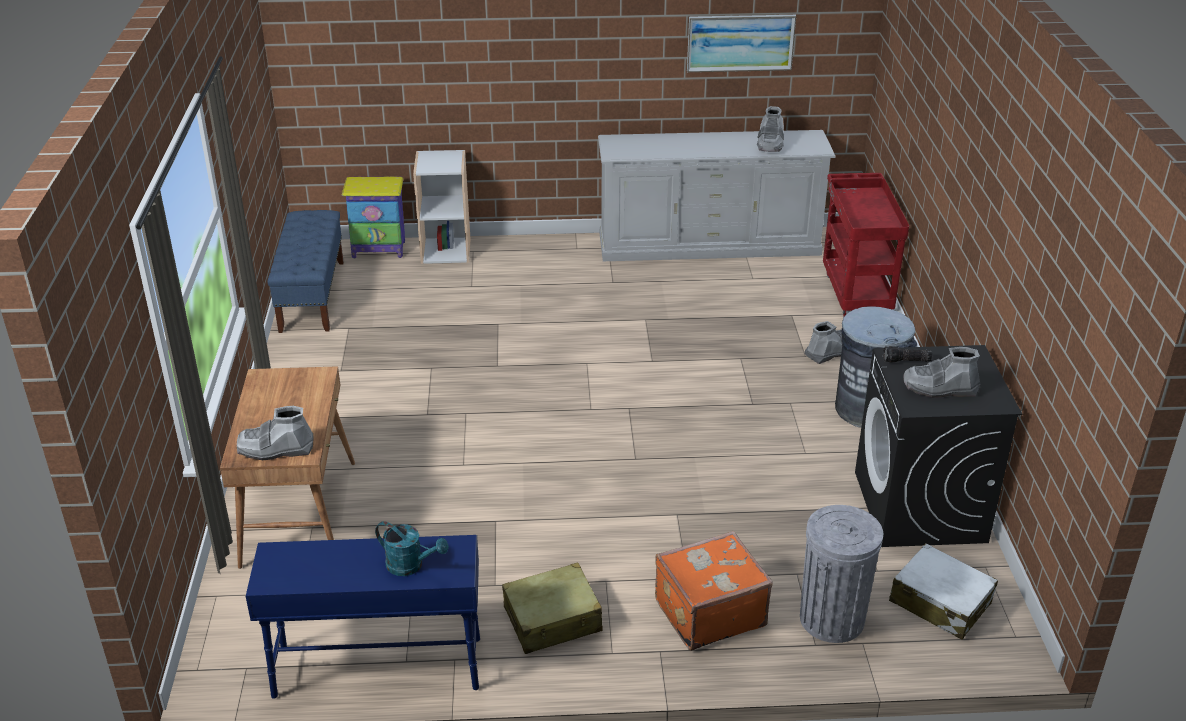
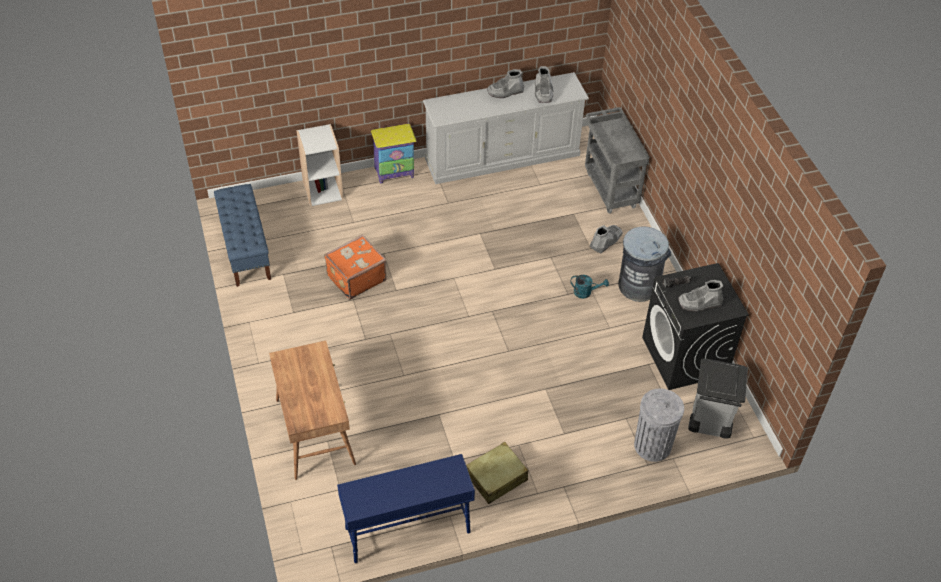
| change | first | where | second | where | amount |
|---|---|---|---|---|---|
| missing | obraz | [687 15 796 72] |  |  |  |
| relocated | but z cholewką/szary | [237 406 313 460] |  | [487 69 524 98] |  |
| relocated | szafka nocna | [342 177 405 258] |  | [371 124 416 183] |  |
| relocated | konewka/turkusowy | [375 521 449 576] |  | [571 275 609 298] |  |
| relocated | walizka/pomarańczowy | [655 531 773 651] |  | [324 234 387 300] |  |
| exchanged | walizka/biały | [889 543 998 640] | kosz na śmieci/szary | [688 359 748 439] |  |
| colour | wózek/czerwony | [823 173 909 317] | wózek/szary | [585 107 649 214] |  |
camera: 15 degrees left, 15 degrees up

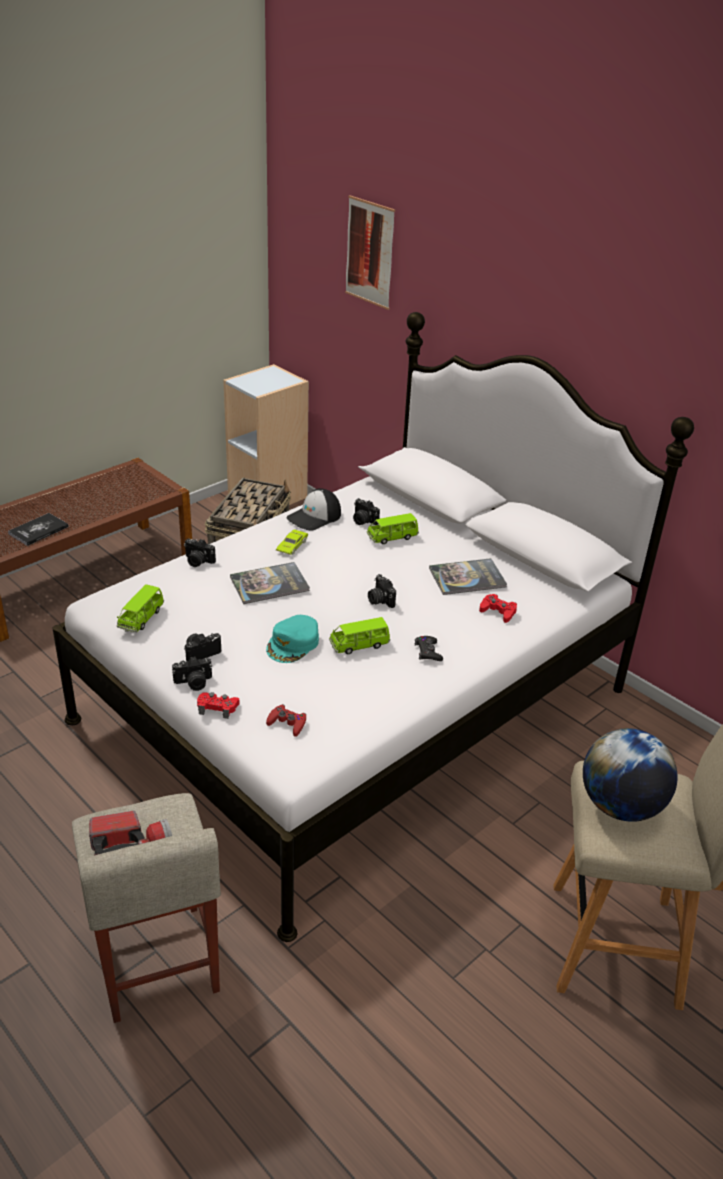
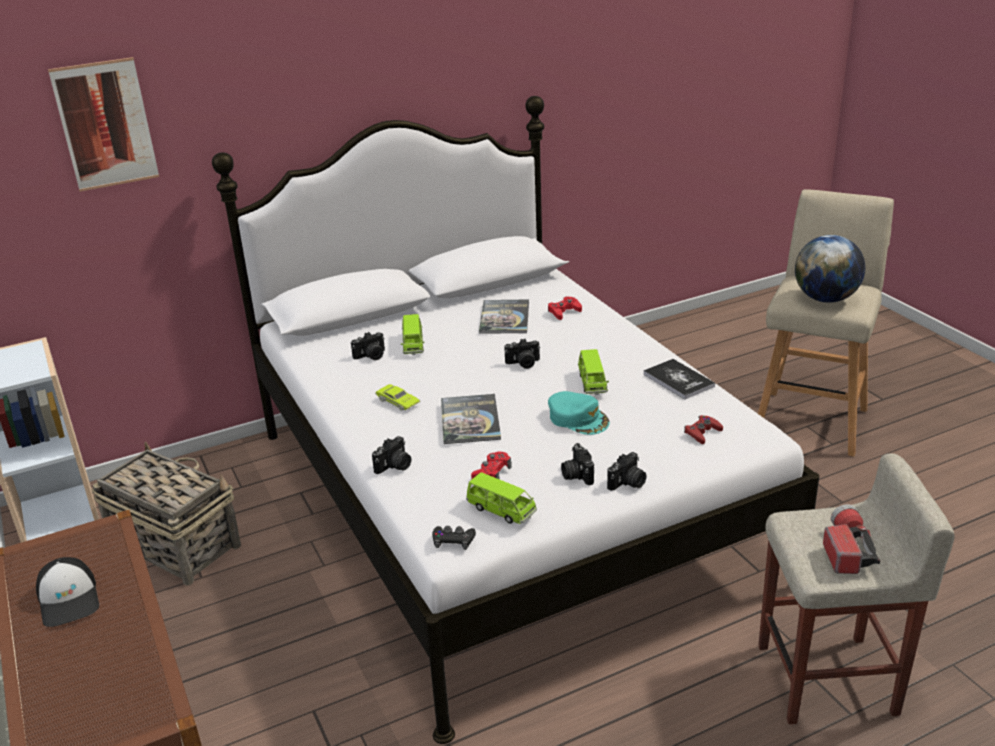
| change | first | where | second | where | amount |
|---|---|---|---|---|---|
| relocated | książka | [8 513 69 546] |  | [643 359 715 400] |  |
| relocated | pad do gier/czerwony | [197 692 240 719] |  | [471 451 512 480] |  |
| relocated | czapka z daszkiem | [287 488 341 531] |  | [36 557 99 627] |  |
| relocated | pad do gier/czarny | [415 636 443 661] |  | [432 526 476 550] |  |
| spun | aparat fotograficzny | [172 656 212 691] |  | [607 452 647 491] | 45 degrees clockwise |
camera: 70 degrees left, 5 degrees down

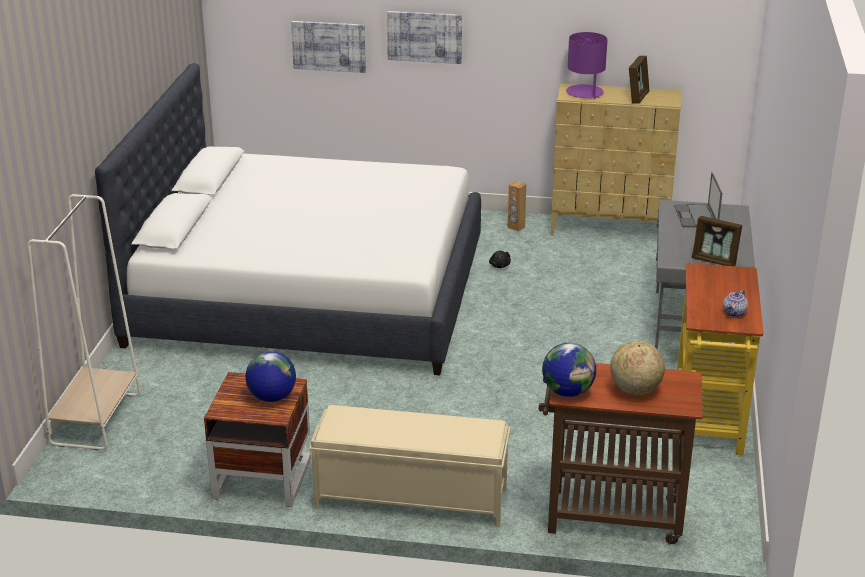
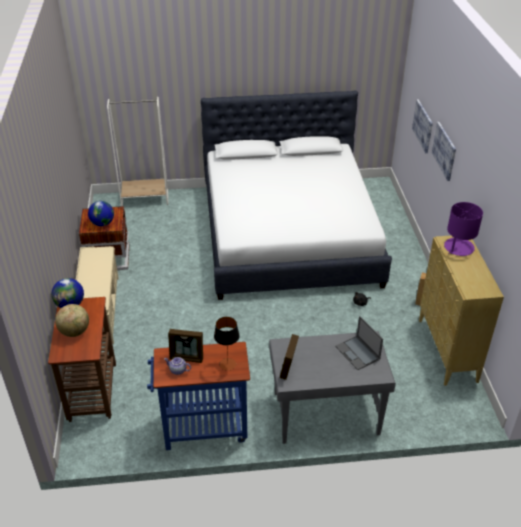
| change | first | where | second | where | amount |
|---|---|---|---|---|---|
| appeared |  |  | lampa stołowa | [214 317 240 371] |  |
| relocated | ramka na zdjęcie | [629 56 649 104] |  | [168 329 203 363] |  |
| colour | wózek/żółty | [677 263 763 455] | wózek/niebieski | [147 342 250 450] |  |
| spun | laptop | [674 172 722 227] |  | [335 316 383 370] | 105 degrees counterclockwise |
camera: 75 degrees right, 10 degrees up

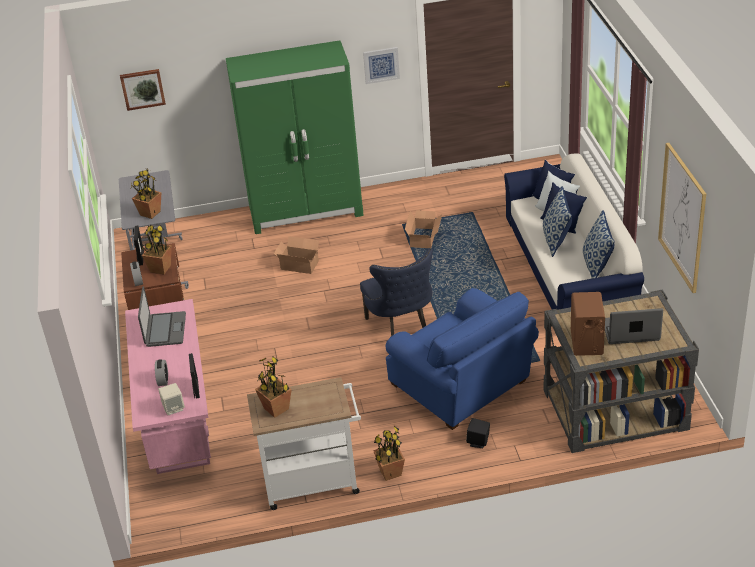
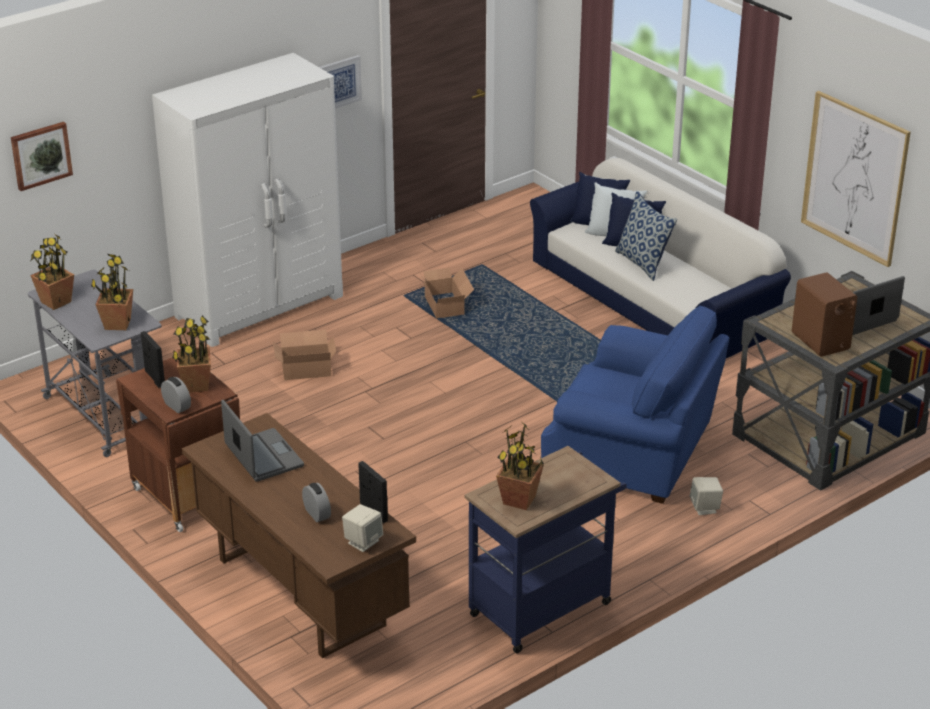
| change | first | where | second | where | amount |
|---|---|---|---|---|---|
| missing | krzesło/niebieski | [360 248 433 336] |  |  |  |
| missing | poduszka | [583 210 615 279] |  |  |  |
| relocated | roślina doniczkowa | [373 426 405 481] |  | [30 233 74 310] |  |
| colour | biurko/różowy | [125 299 211 474] | biurko/brązowy | [182 413 416 659] |  |
| colour | szafka/zielony | [226 40 364 234] | szafka/biały | [152 53 343 347] |  |
| colour | wózek/biały | [247 377 361 510] | wózek/niebieski | [465 446 627 653] |  |
| colour | głośnik/czarny | [466 418 490 448] | głośnik/beżowy | [690 477 723 515] |  |
camera: 30 degrees left, 5 degrees down

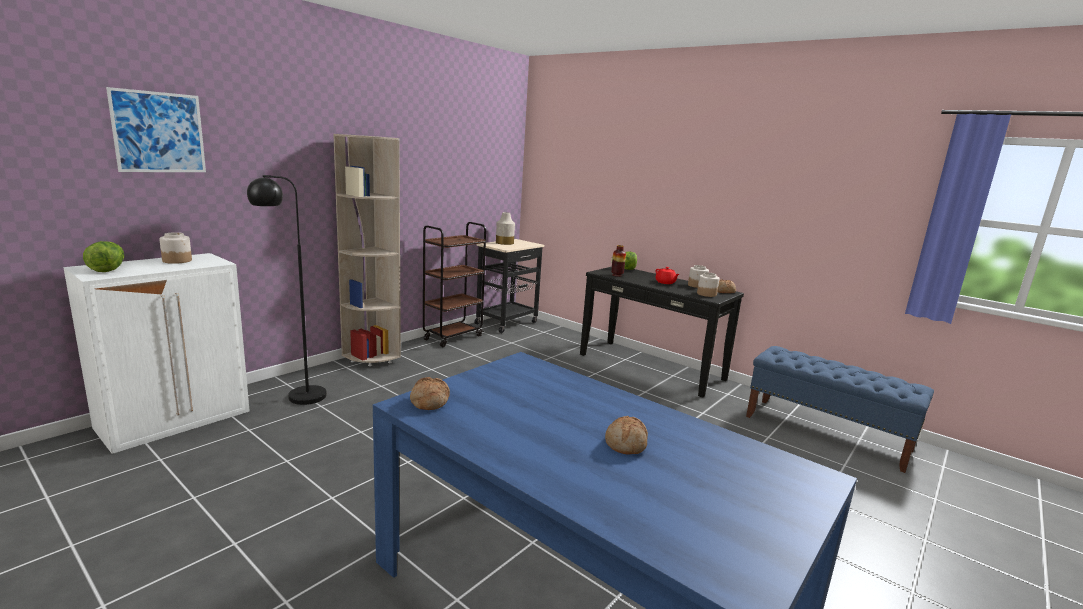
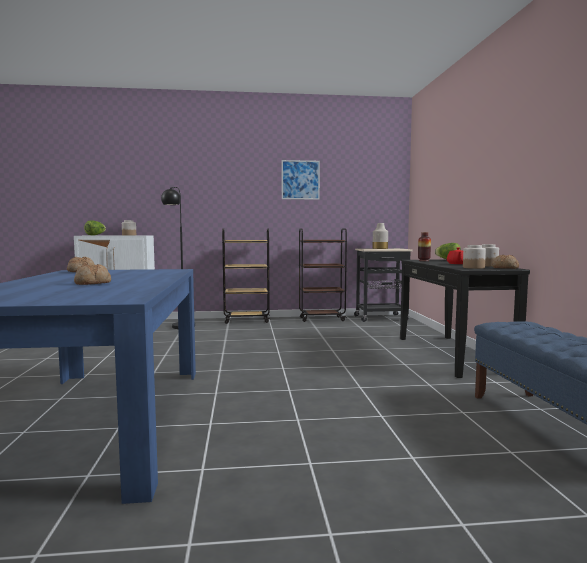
| change | first | where | second | where | amount |
|---|---|---|---|---|---|
| relocated | obraz | [106 87 206 172] |  | [282 160 320 200] |  |
| exchanged | regał/beżowy | [333 134 401 366] | wózek/brązowy | [222 228 270 324] |  |
camera: 45 degrees right, 10 degrees down

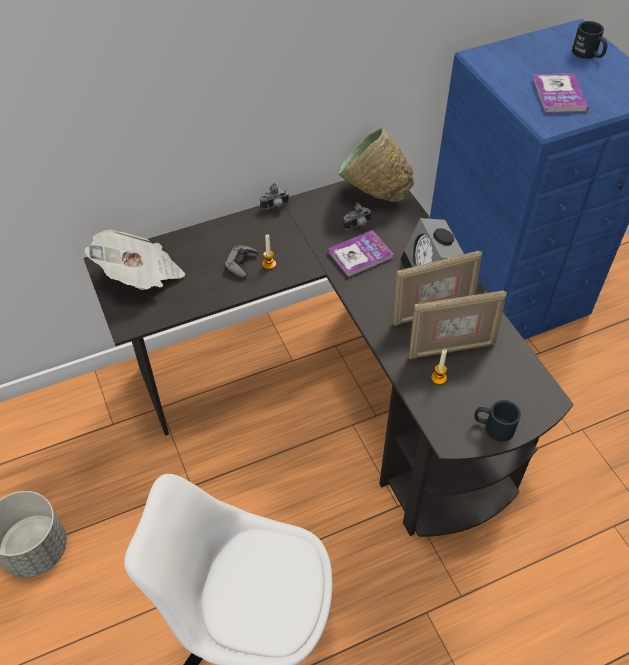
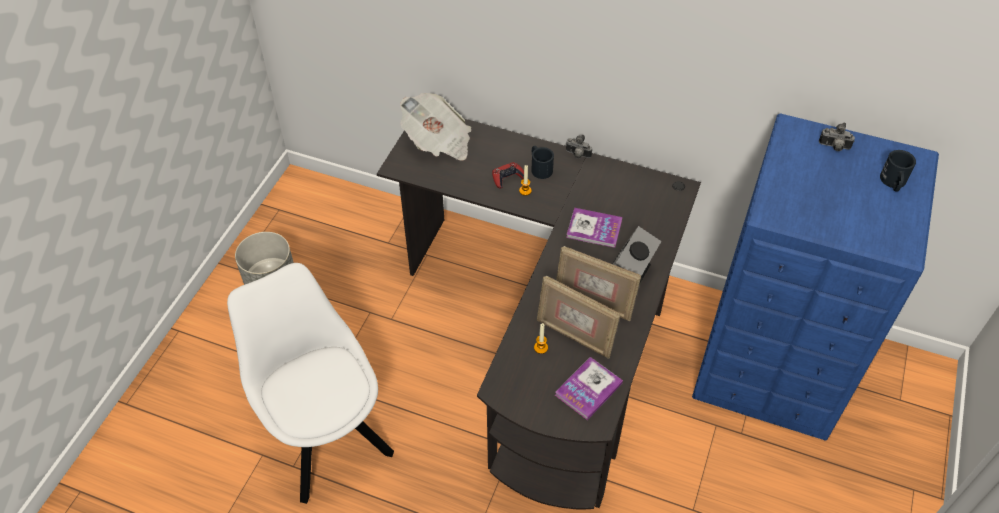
| change | first | where | second | where | amount |
|---|---|---|---|---|---|
| missing | miska/zielony | [338 128 414 202] |  |  |  |
| relocated | aparat fotograficzny | [343 202 371 230] |  | [819 122 855 151] |  |
| relocated | kubek/czarny | [474 400 521 442] |  | [531 146 554 179] |  |
| relocated | książka | [532 73 589 113] |  | [555 357 623 420] |  |
| colour | pad do gier/szary | [225 245 258 278] | pad do gier/czerwony | [492 162 524 189] |  |
camera: 45 degrees right, 0 degrees up

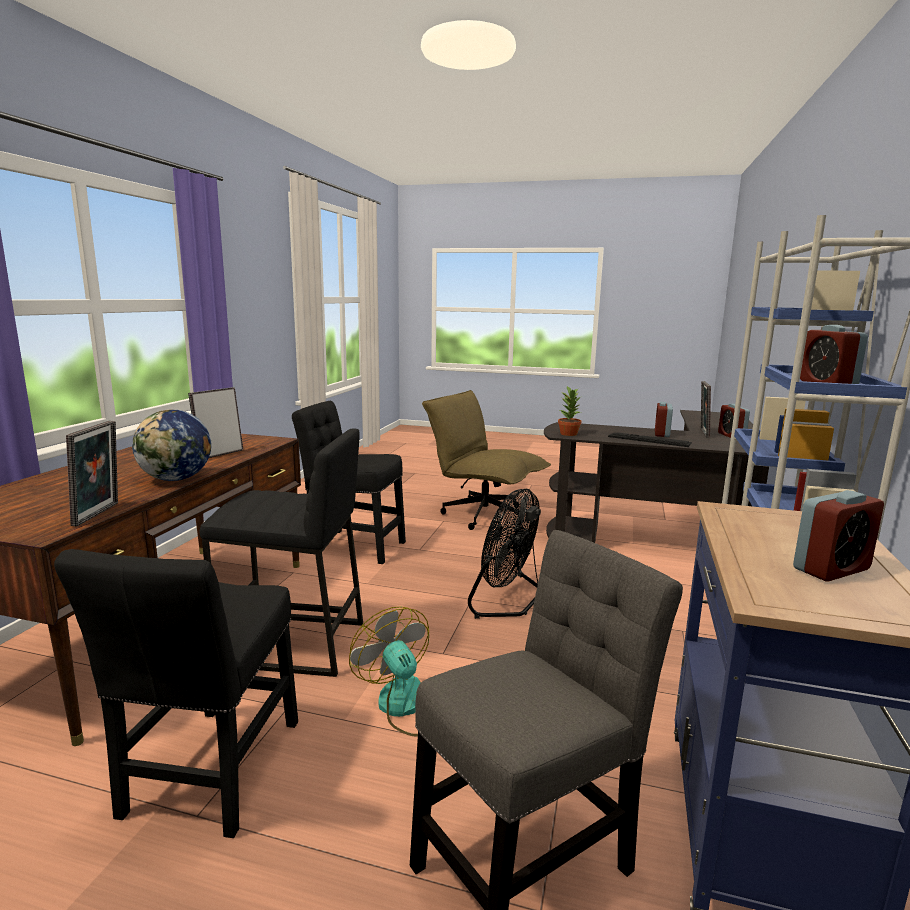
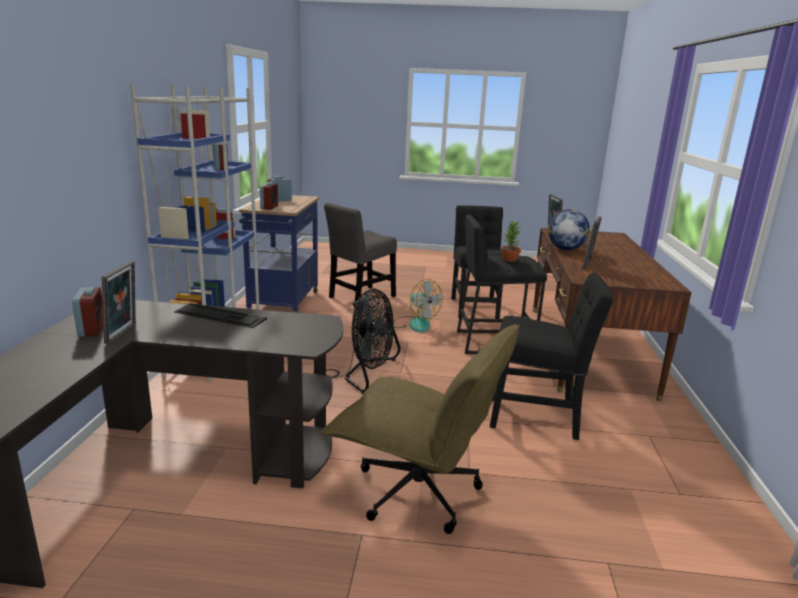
| change | first | where | second | where | amount |
|---|---|---|---|---|---|
| relocated | roślina doniczkowa | [558 386 581 436] |  | [501 220 522 262] |  |
| relocated | budzik | [655 402 673 437] |  | [260 182 278 210] |  |
camera: 170 degrees right, 5 degrees up

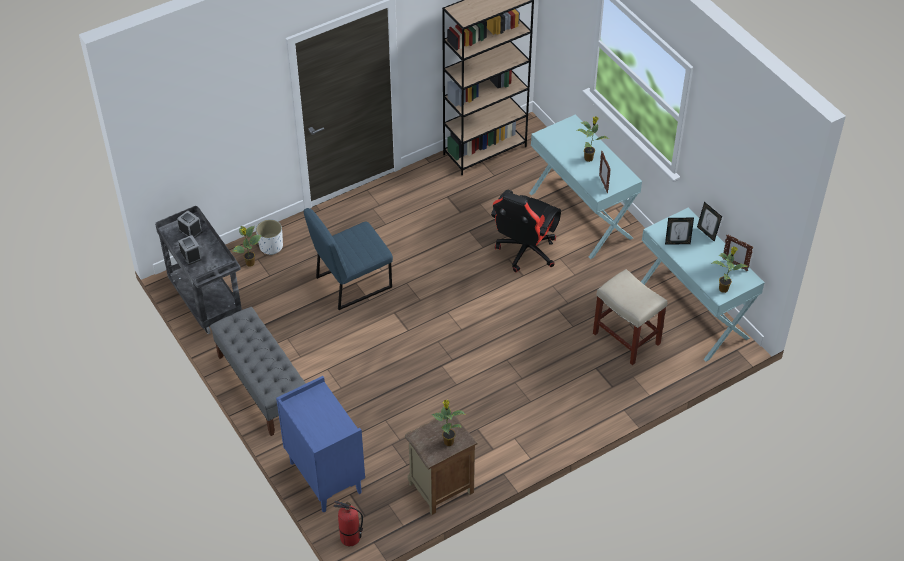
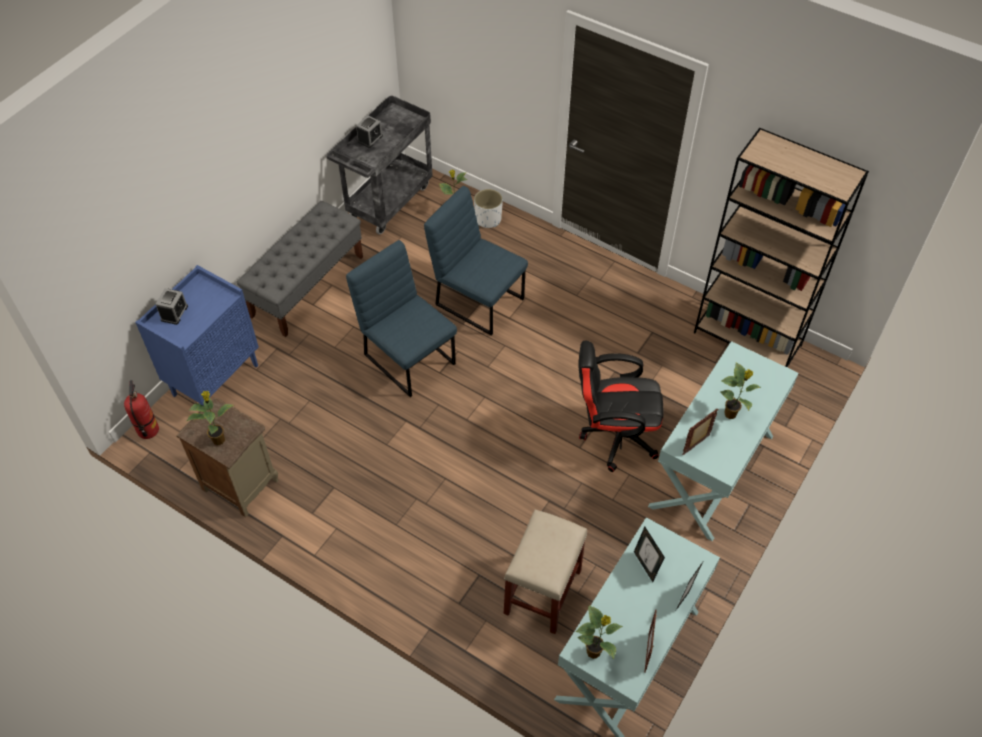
| change | first | where | second | where | amount |
|---|---|---|---|---|---|
| appeared |  |  | krzesło/niebieski | [346 240 457 397] |  |
| relocated | budzik | [177 210 202 239] |  | [155 288 188 325] |  |
camera: 65 degrees right, 5 degrees up

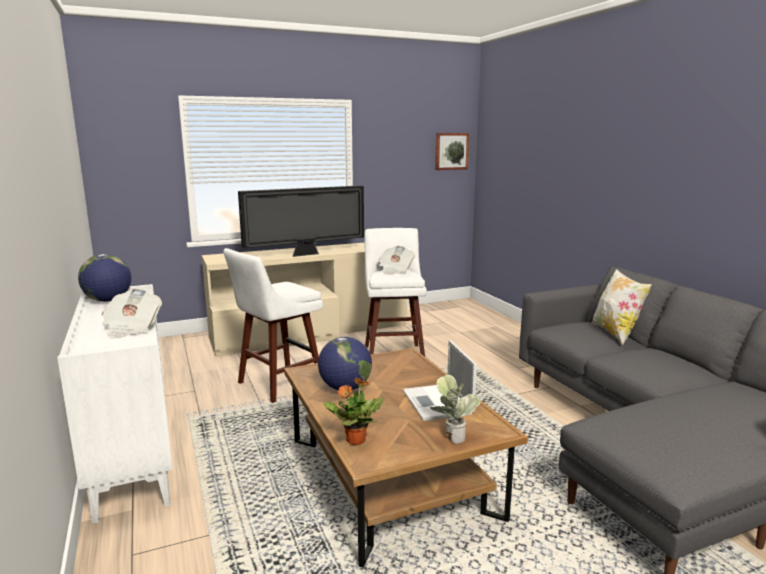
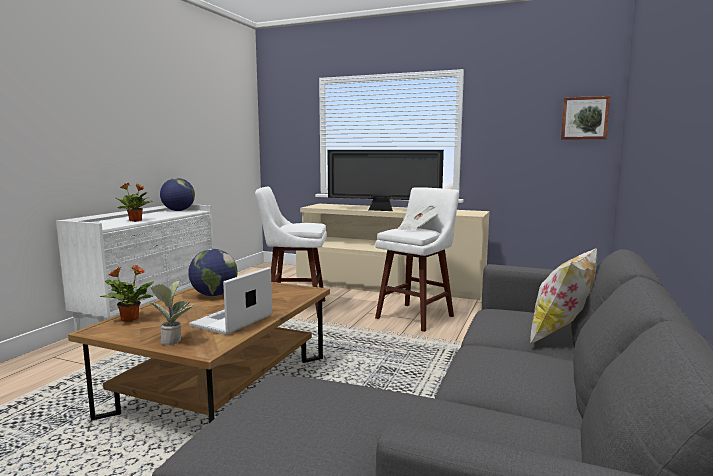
| change | first | where | second | where | amount |
|---|---|---|---|---|---|
| exchanged | gazeta | [102 288 162 339] | roślina doniczkowa | [114 183 152 222] |  |
camera: 45 degrees right, 5 degrees down

